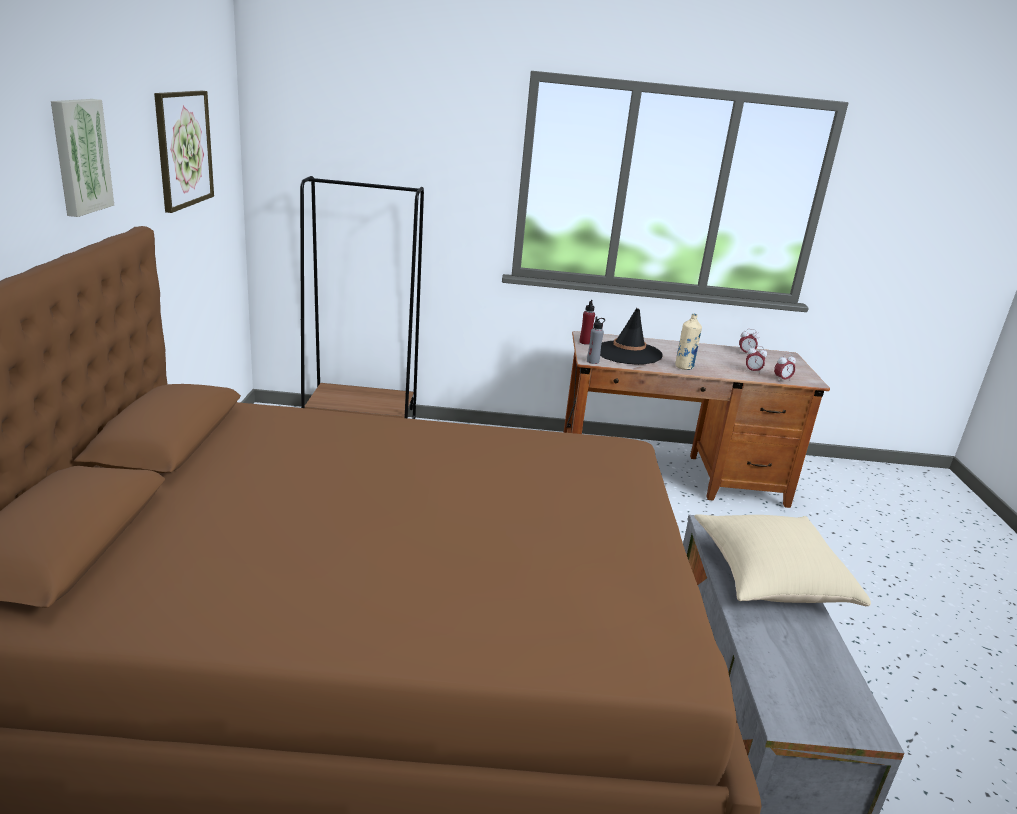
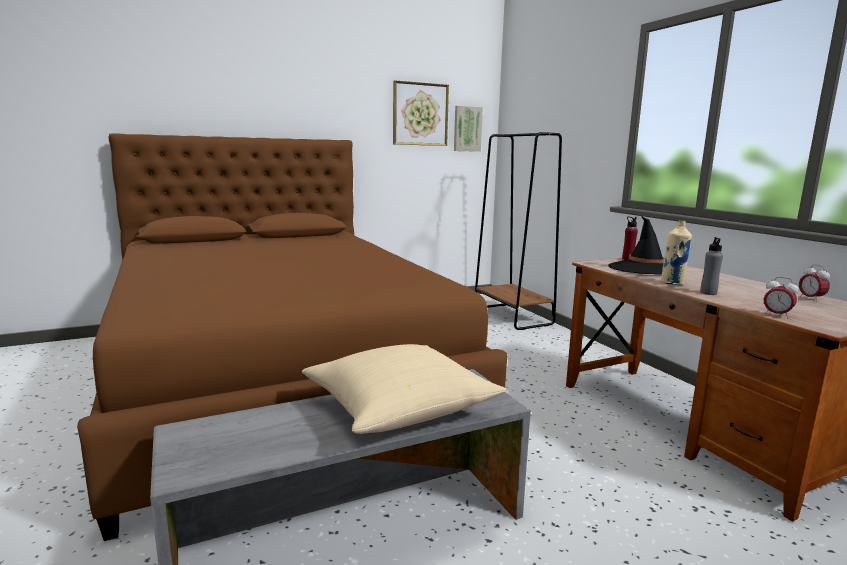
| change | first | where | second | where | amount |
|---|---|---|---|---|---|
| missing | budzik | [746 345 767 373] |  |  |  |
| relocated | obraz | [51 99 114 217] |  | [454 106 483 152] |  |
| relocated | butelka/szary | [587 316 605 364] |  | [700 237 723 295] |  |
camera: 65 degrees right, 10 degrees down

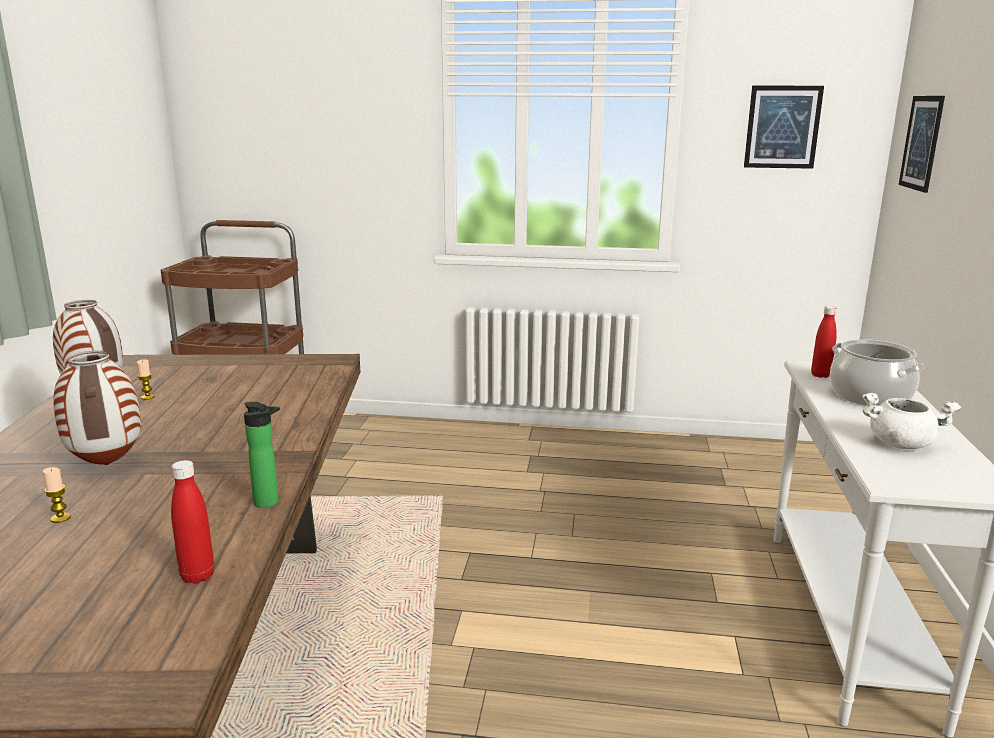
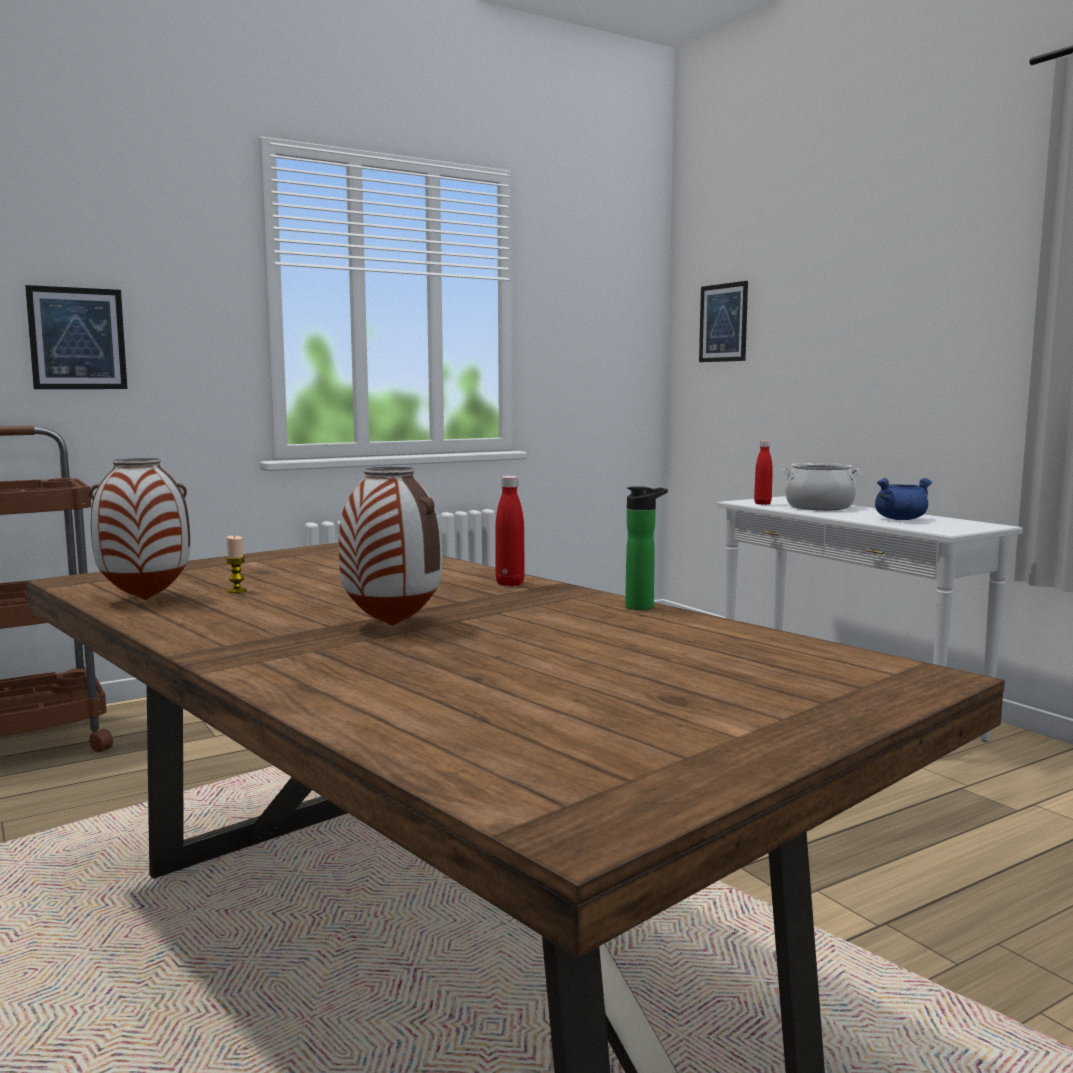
| change | first | where | second | where | amount |
|---|---|---|---|---|---|
| missing | świeca | [43 467 71 523] |  |  |  |
| relocated | butelka/czerwony | [171 460 214 584] |  | [495 476 525 586] |  |
| relocated | obraz | [744 86 824 169] |  | [25 285 127 389] |  |
| colour | garnek/biały | [862 393 961 449] | garnek/niebieski | [875 478 932 520] |  |
camera: 40 degrees left, 10 degrees down

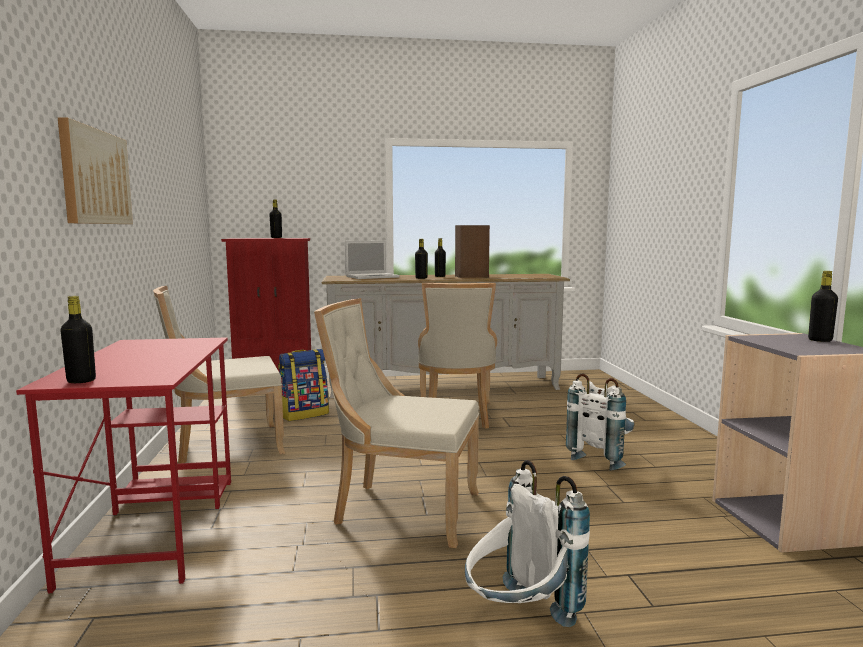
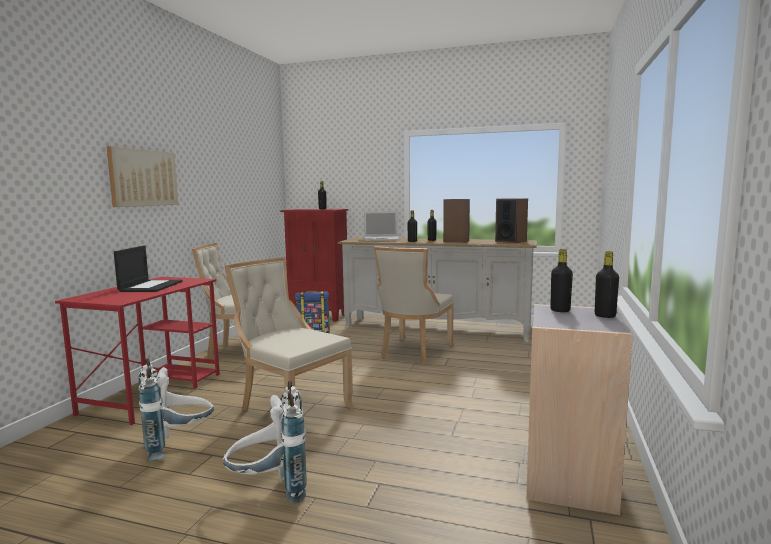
| change | first | where | second | where | amount |
|---|---|---|---|---|---|
| appeared |  |  | laptop | [114 245 183 292] |  |
| appeared |  |  | głośnik | [495 198 528 243] |  |
| relocated | butelka/czarny | [60 296 96 383] |  | [550 249 573 312] |  |
| relocated | plecak/biały | [566 373 634 470] |  | [139 358 214 462] |  |
camera: 25 degrees right, 0 degrees up

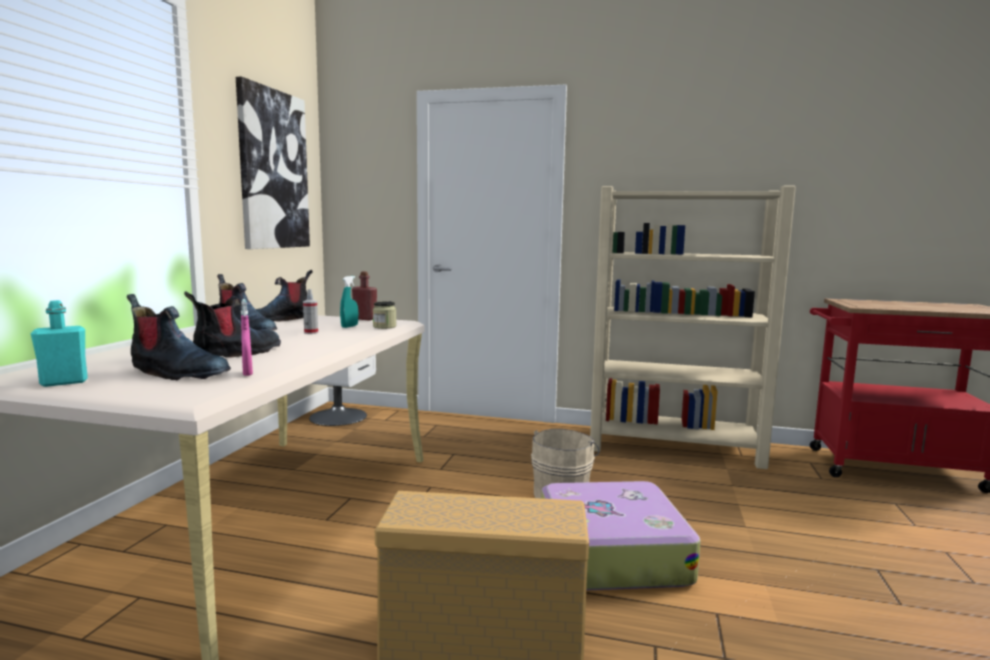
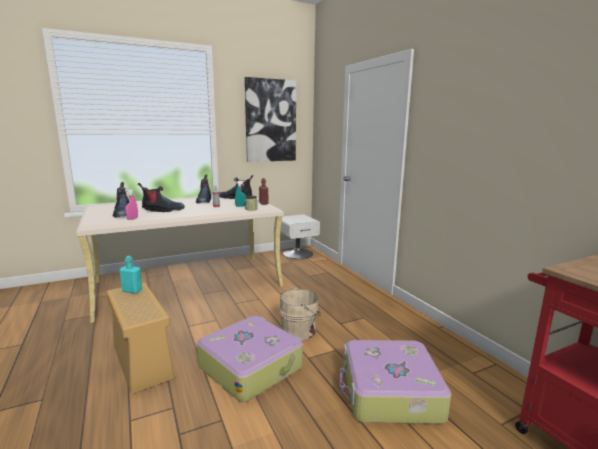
| change | first | where | second | where | amount |
|---|---|---|---|---|---|
| missing | regał/beżowy | [590 186 796 469] |  |  |  |
| appeared |  |  | walizka | [340 340 451 424] |  |
| relocated | butelka/turkusowy | [31 300 87 387] |  | [120 256 142 294] |  |
camera: 50 degrees right, 5 degrees up

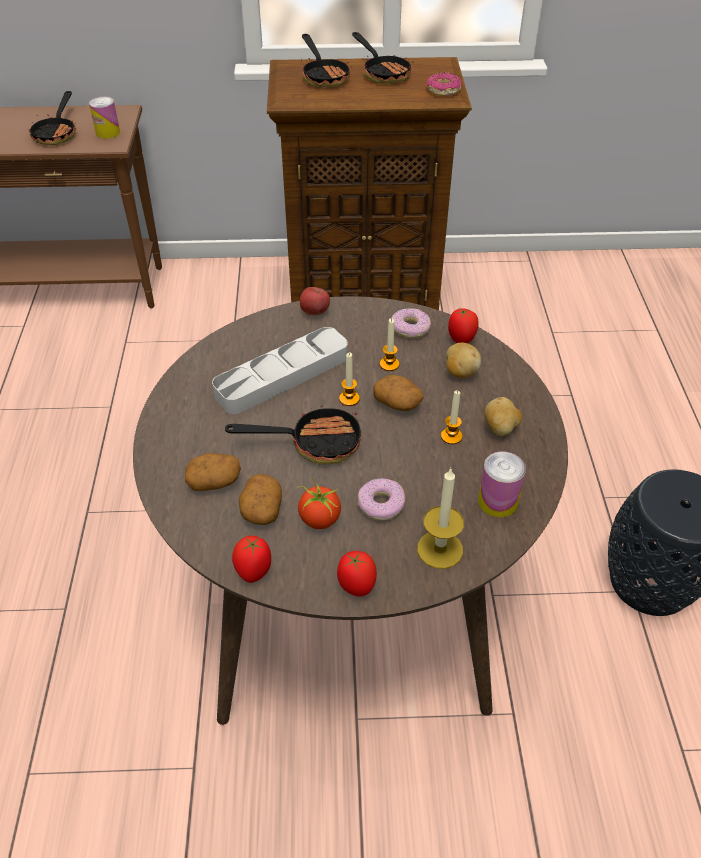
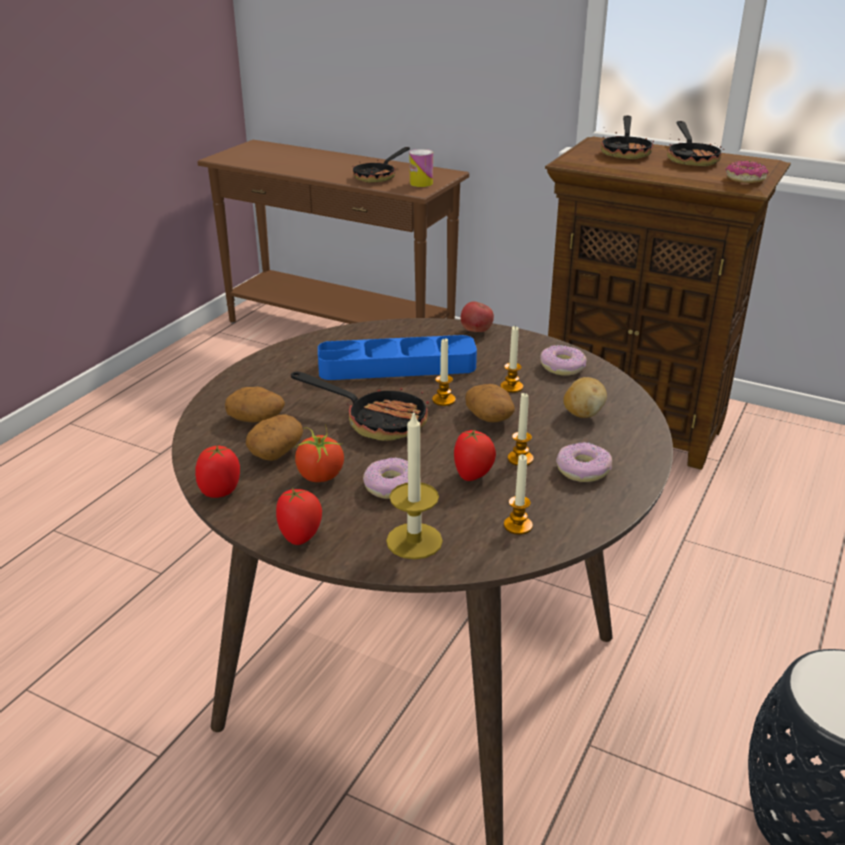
| change | first | where | second | where | amount |
|---|---|---|---|---|---|
| relocated | pomidor | [448 307 479 343] |  | [454 429 496 481] |  |
| exchanged | puszka | [478 452 526 517] | świeca | [504 454 533 535] |  |
| exchanged | ziemniak | [484 397 522 436] | donut | [556 442 612 482] |  |
| colour | taca/szary | [212 327 348 414] | taca/niebieski | [318 335 477 380] |  |
camera: 30 degrees right, 15 degrees down

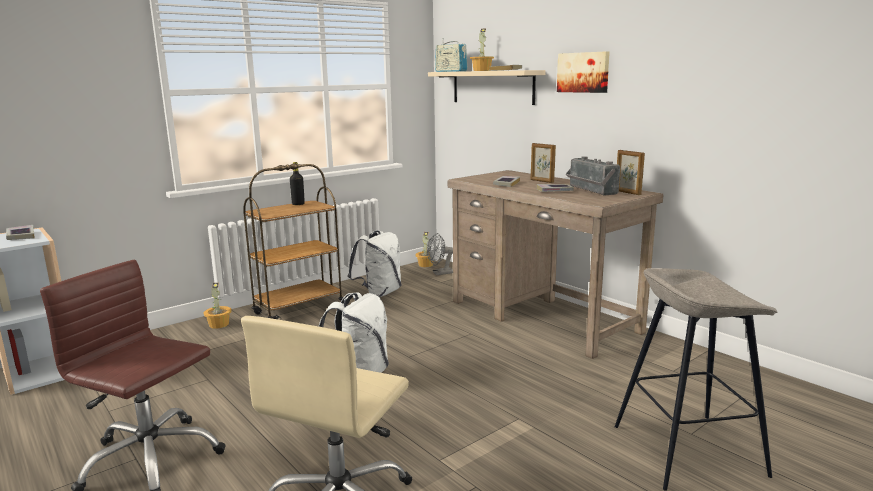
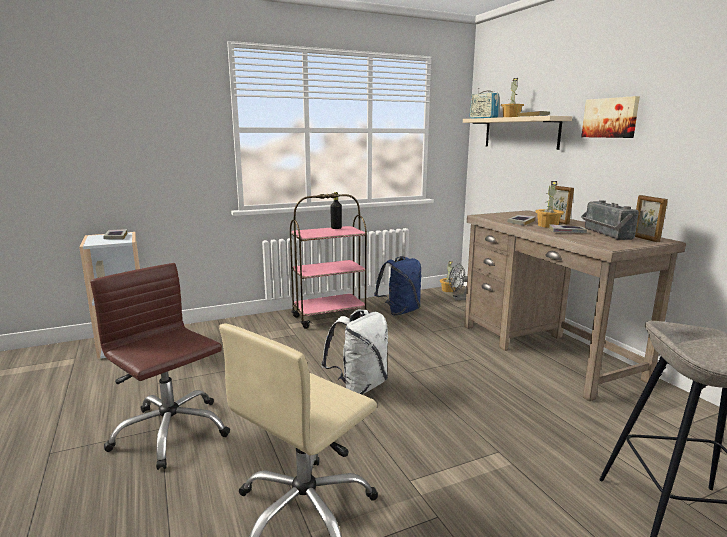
| change | first | where | second | where | amount |
|---|---|---|---|---|---|
| relocated | roślina doniczkowa | [203 283 232 329] |  | [535 181 564 228] |  |
| colour | wózek/brązowy | [243 164 344 319] | wózek/różowy | [290 193 369 329] |  |
| colour | plecak/biały | [347 231 402 297] | plecak/niebieski | [374 256 421 315] |  |
camera: 15 degrees right, 0 degrees up

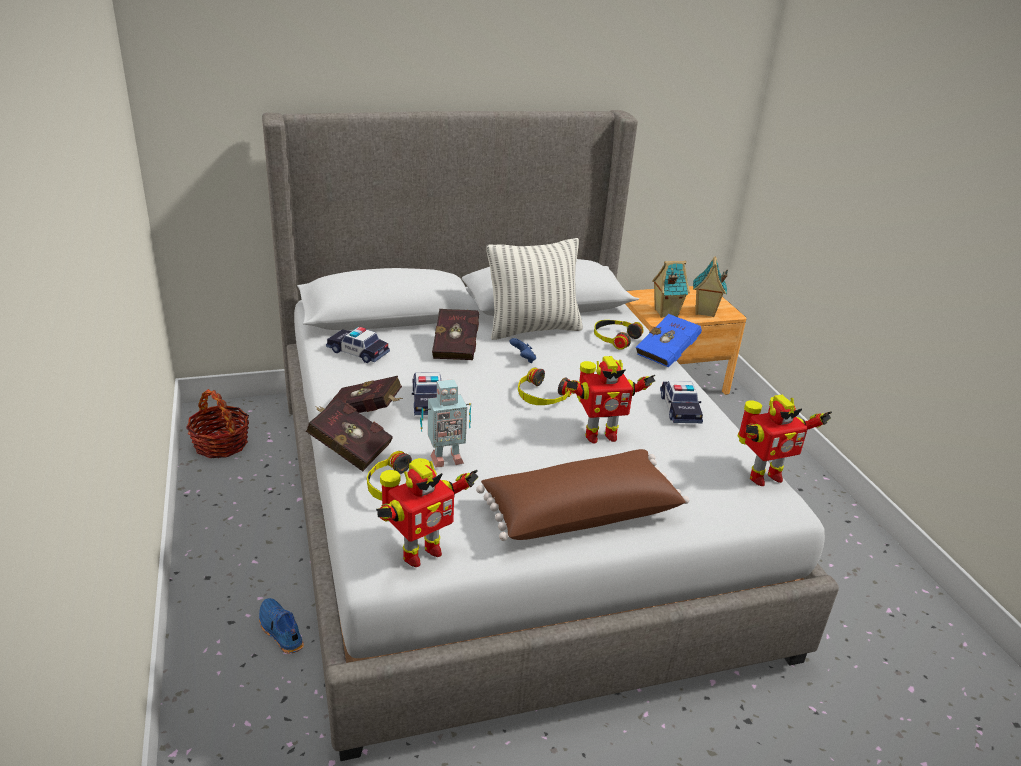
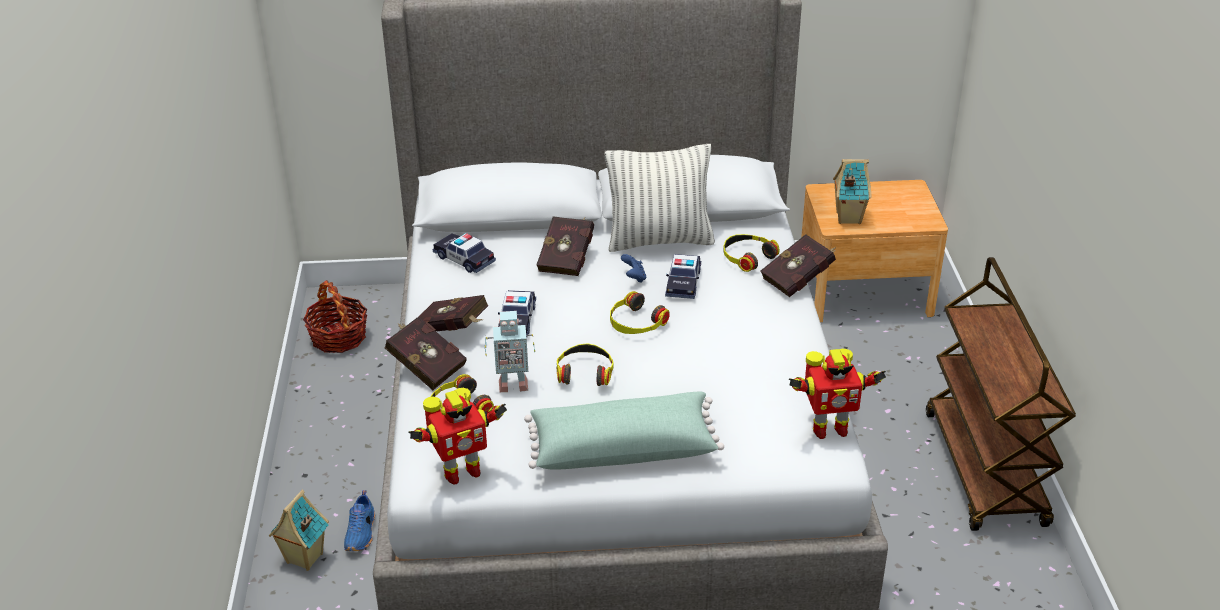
| change | first | where | second | where | amount |
|---|---|---|---|---|---|
| missing | robot zabawkowy | [566 356 655 443] |  |  |  |
| appeared |  |  | słuchawki | [557 343 614 386] |  |
| appeared |  |  | wózek/brązowy | [926 257 1076 531] |  |
| relocated | samochodzik | [660 381 703 423] |  | [665 254 701 299] |  |
| relocated | domek | [693 256 728 317] |  | [269 490 329 571] |  |
| colour | poduszka/brązowy | [476 449 689 541] | poduszka/zielony | [524 392 724 470] |  |
| colour | książka/niebieski | [636 314 702 367] | książka/czerwony | [760 234 836 297] |  |
| spun | but/niebieski | [259 598 304 653] |  | [344 490 375 551] | 150 degrees counterclockwise |
camera: 15 degrees right, 5 degrees up

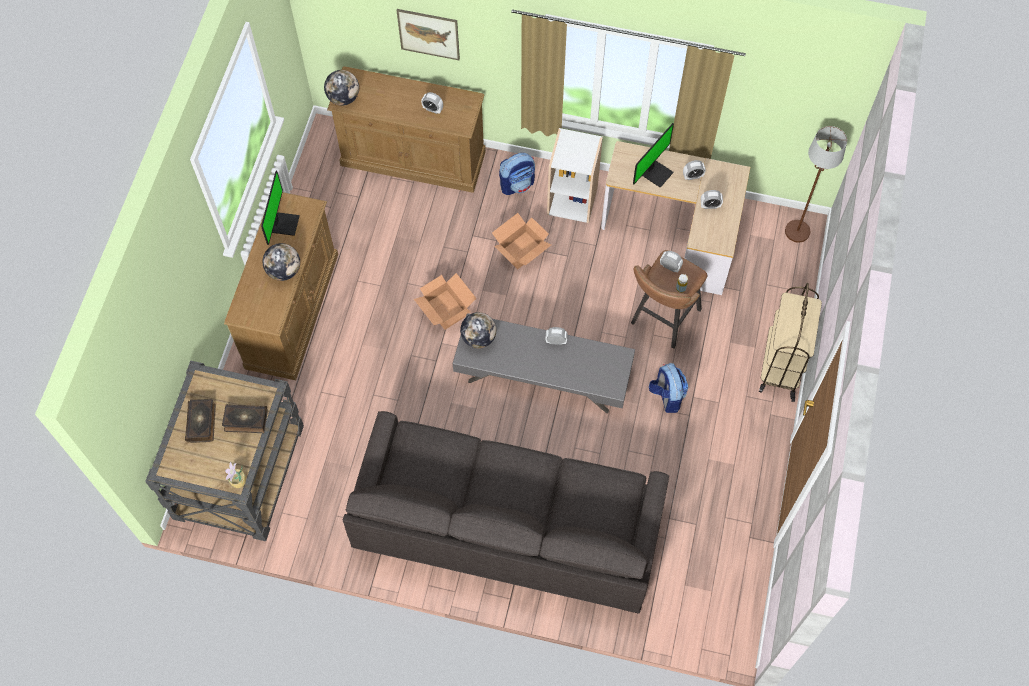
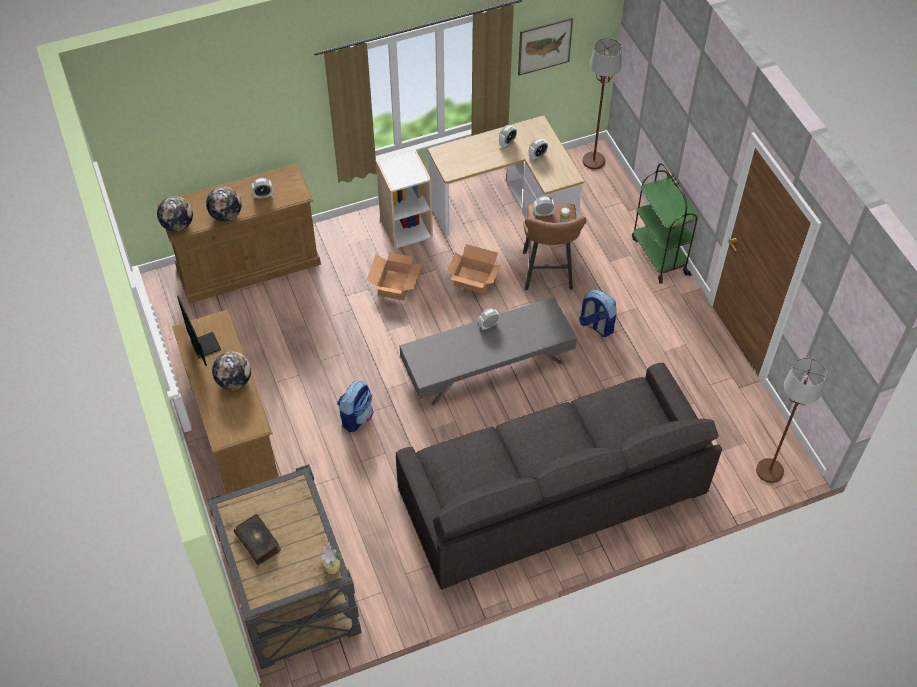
| change | first | where | second | where | amount |
|---|---|---|---|---|---|
| missing | książka | [222 404 268 433] |  |  |  |
| missing | monitor | [633 123 674 188] |  |  |  |
| appeared |  |  | lampa stojąca/brązowy | [756 358 827 483] |  |
| relocated | obraz | [397 9 460 60] |  | [518 17 573 76] |  |
| relocated | karton | [414 273 477 330] |  | [447 244 501 294] |  |
| relocated | globus | [460 312 496 348] |  | [206 186 242 222] |  |
| relocated | plecak | [499 153 535 195] |  | [337 381 373 432] |  |
| colour | wózek/beżowy | [759 283 822 402] | wózek/zielony | [632 163 698 284] |  |
camera: 35 degrees left, 10 degrees down

